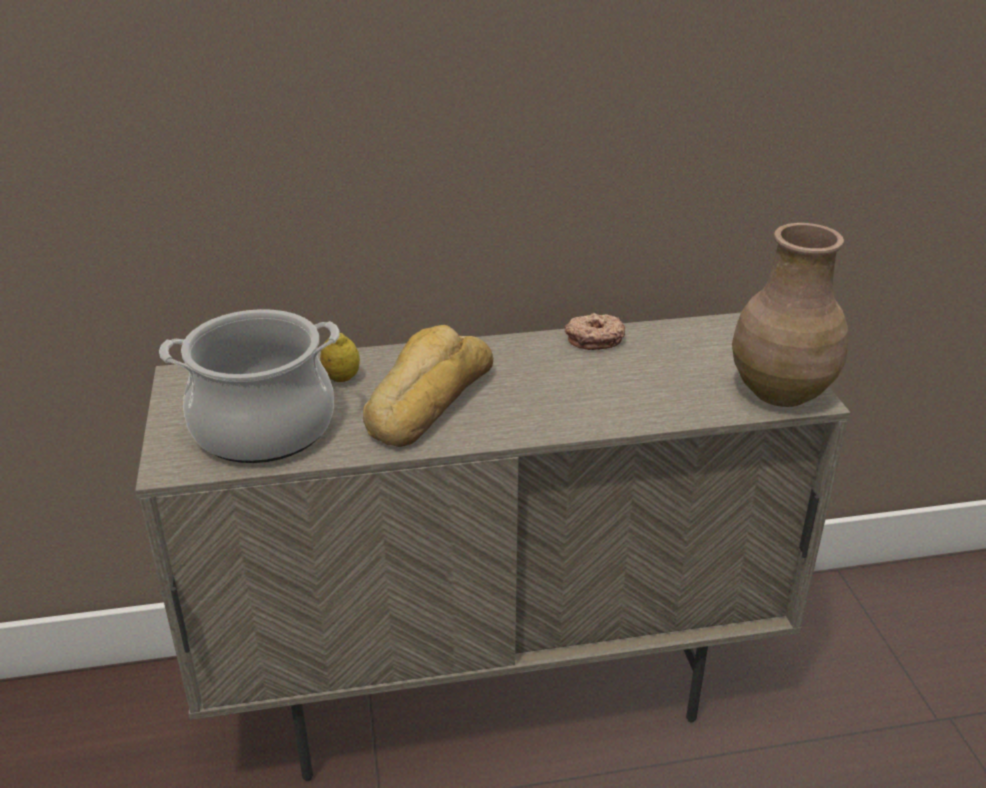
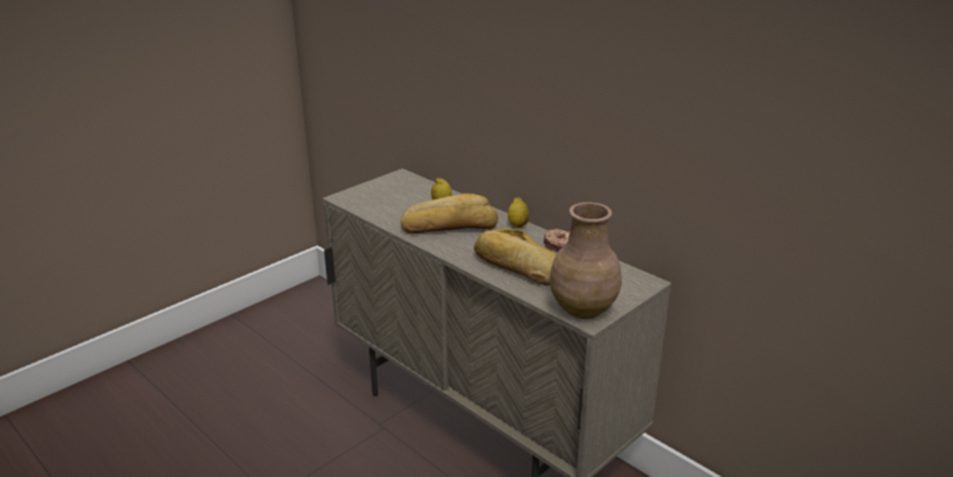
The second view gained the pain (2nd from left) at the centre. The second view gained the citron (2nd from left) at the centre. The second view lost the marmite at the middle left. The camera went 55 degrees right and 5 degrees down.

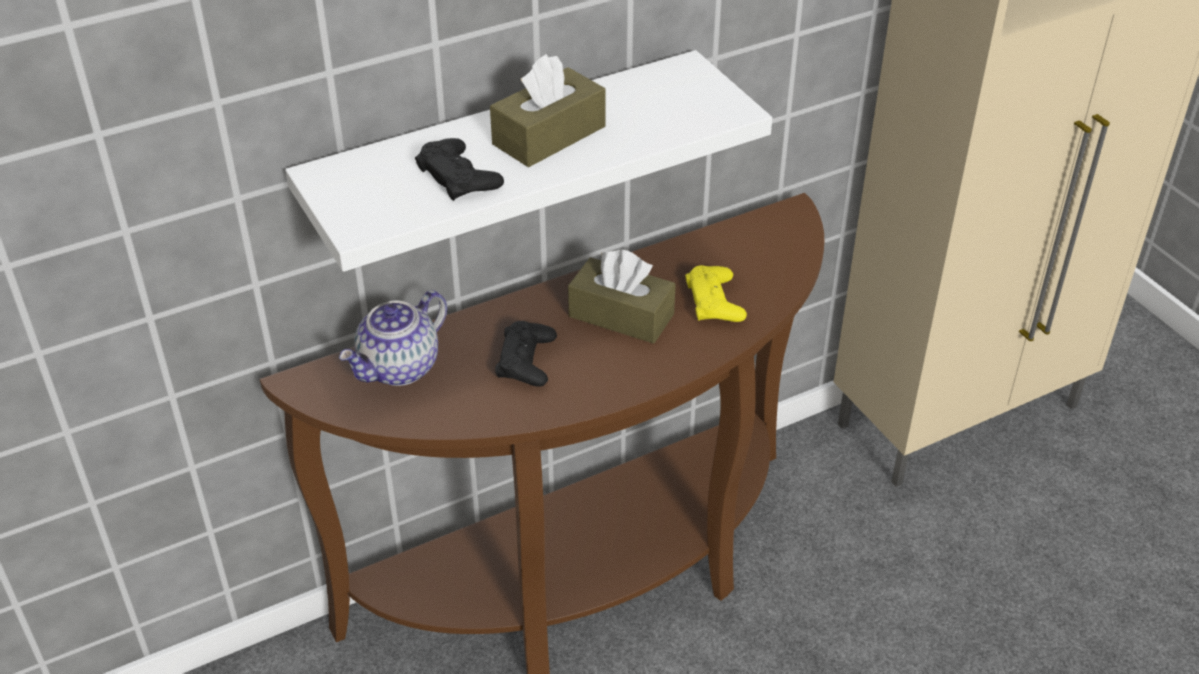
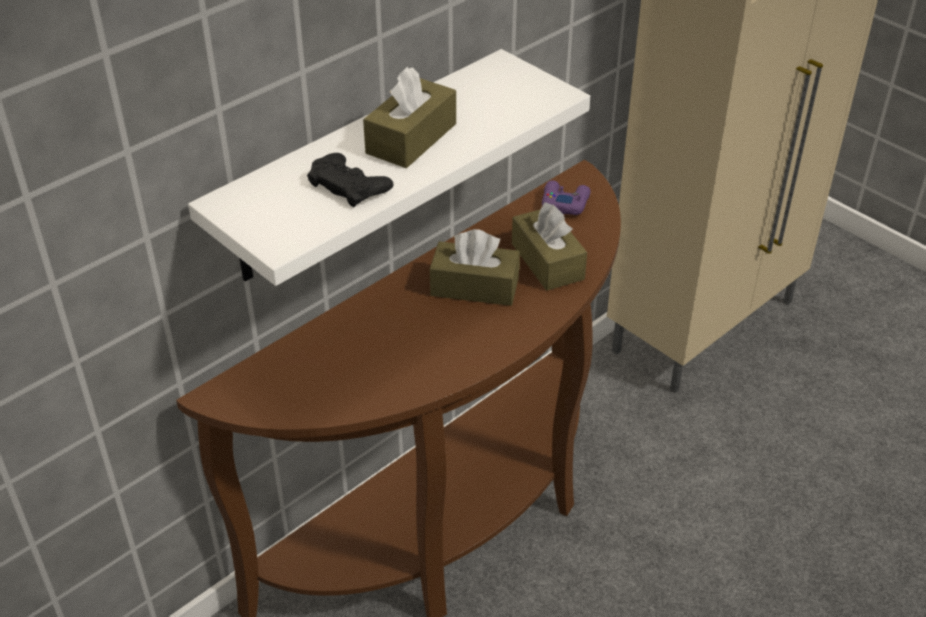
Where the manette/jaune stood at the centre, the boîte à mouchoirs/marron (3rd from left) came to stand at the centre. The second view gained the manette/violet at the top centre. The second view lost the théière at the middle left. The second view lost the manette/noir (2nd from left) at the centre. The camera went 15 degrees left and 0 degrees up.

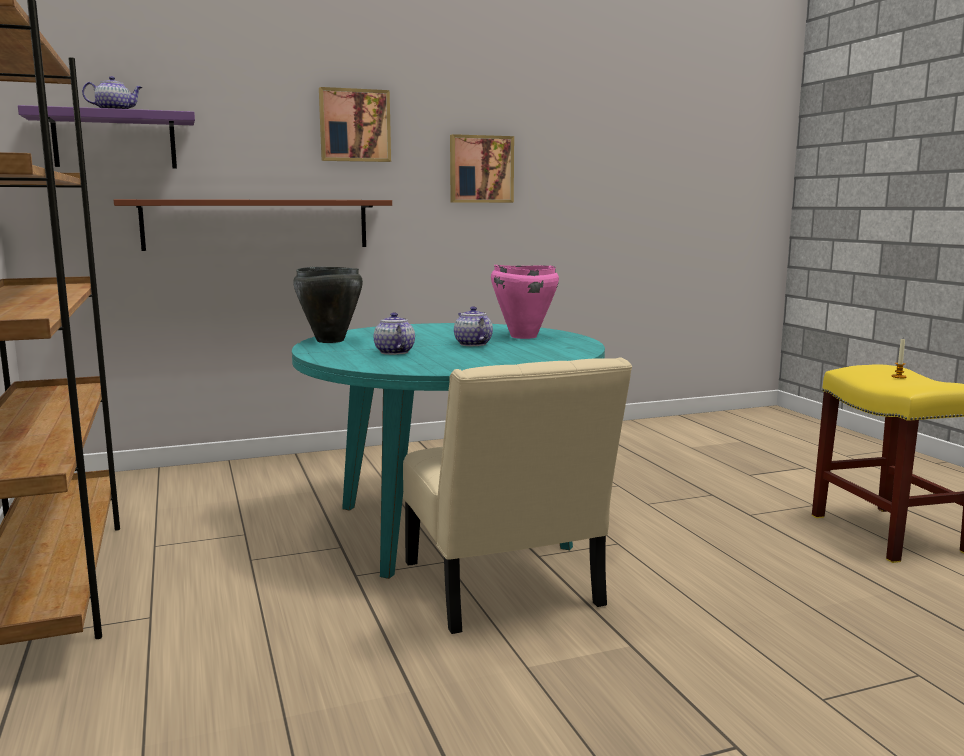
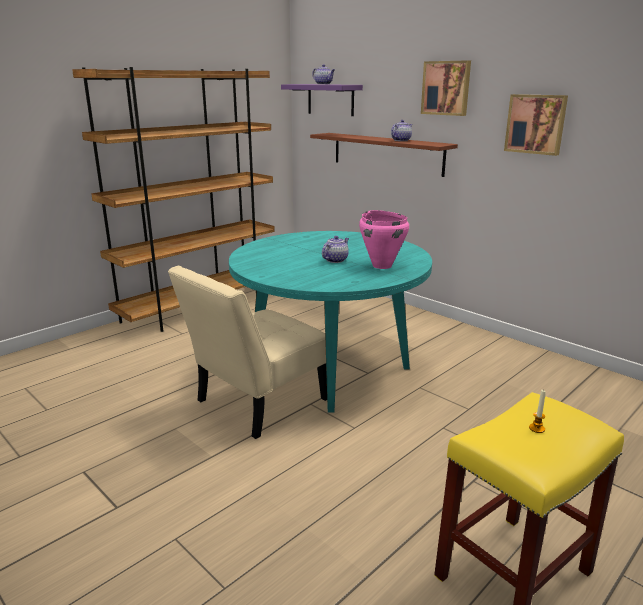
The théière (2nd from left in the first image) ended up elsewhere, having gone from the centre to the top centre. The second view lost the marmite/noir at the centre. The camera went 65 degrees right and 10 degrees up.

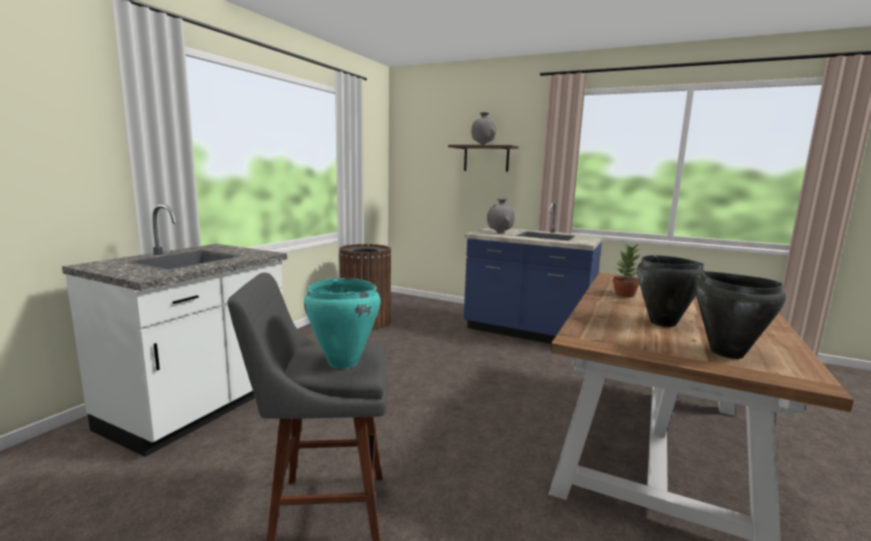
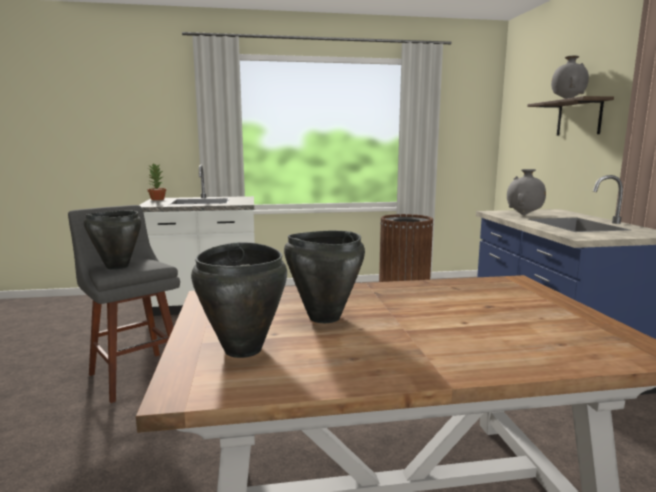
What was the marmite/turquoise at the centre turned into the marmite/noir (1st from left) at the middle left. The plante en pot ended up elsewhere, having gone from the middle right to the middle left. The camera went 55 degrees right and 0 degrees up.

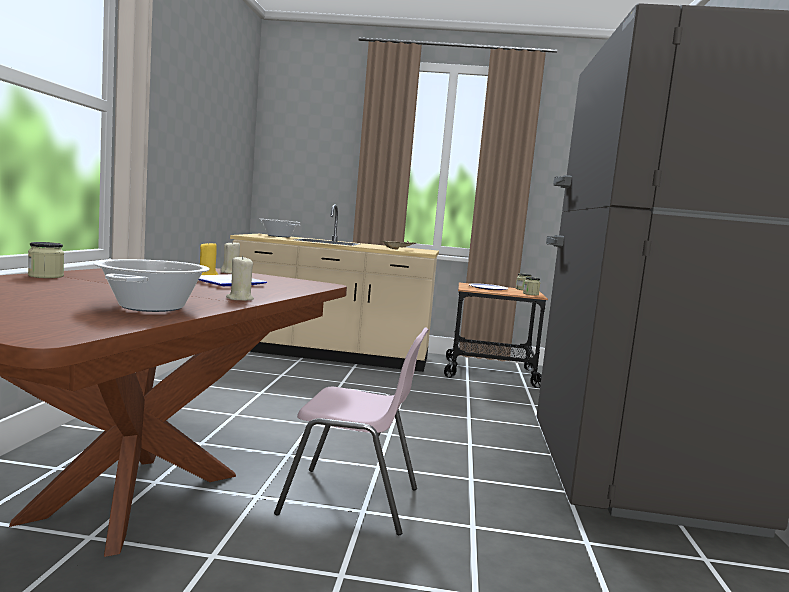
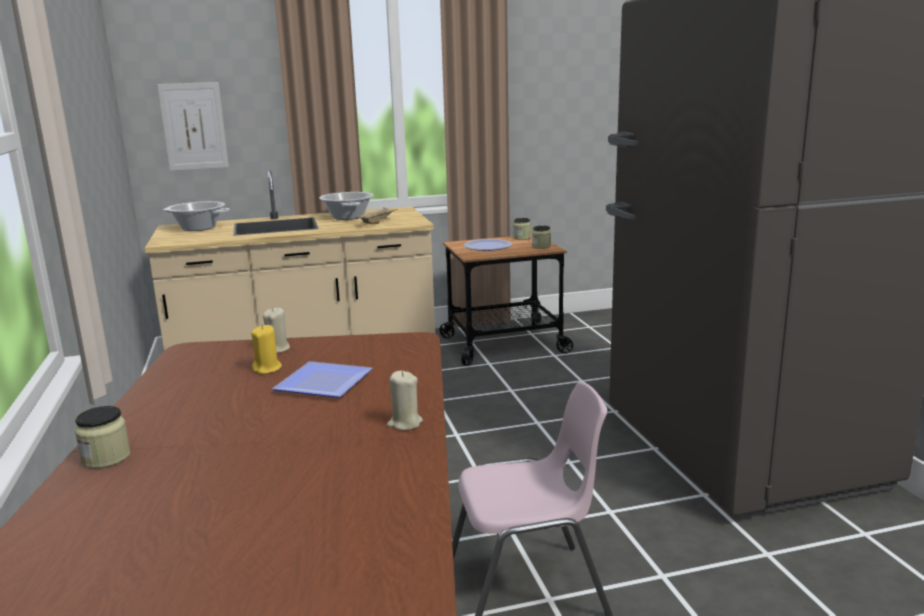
The second view gained the tableau at the top left. The marmite (1st from left in the first image) ended up elsewhere, having gone from the middle left to the centre. The camera went 20 degrees left and 10 degrees up.

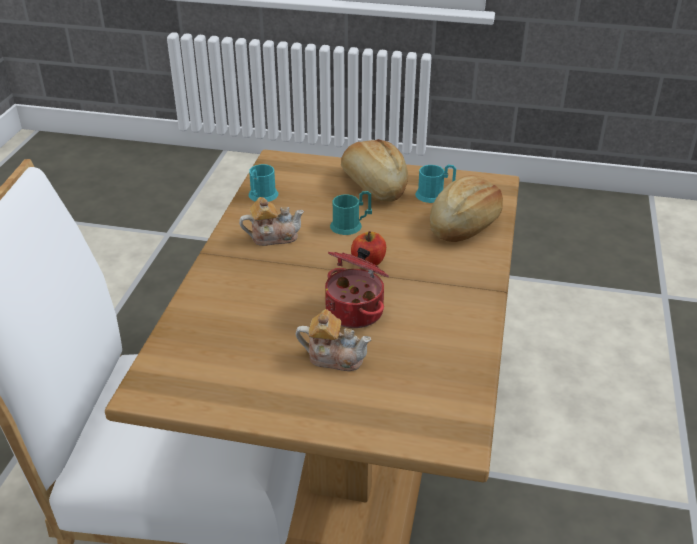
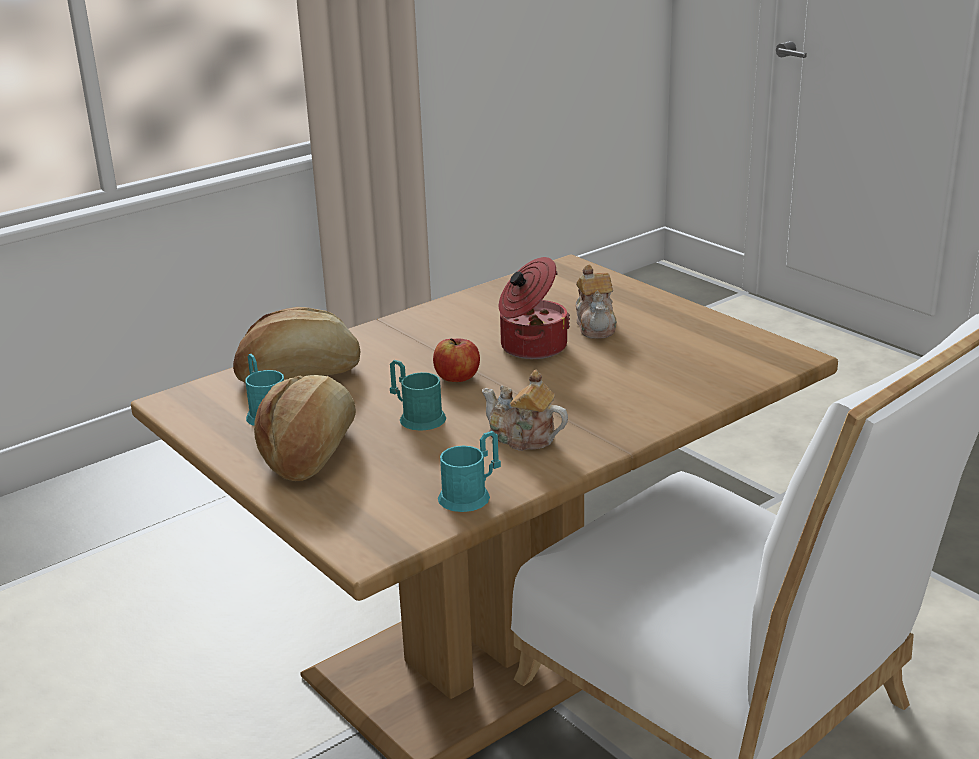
The théière (2nd from left) at the centre ended up facing another way, 150 degrees counterclockwise from before. The camera went 140 degrees left and 10 degrees down.

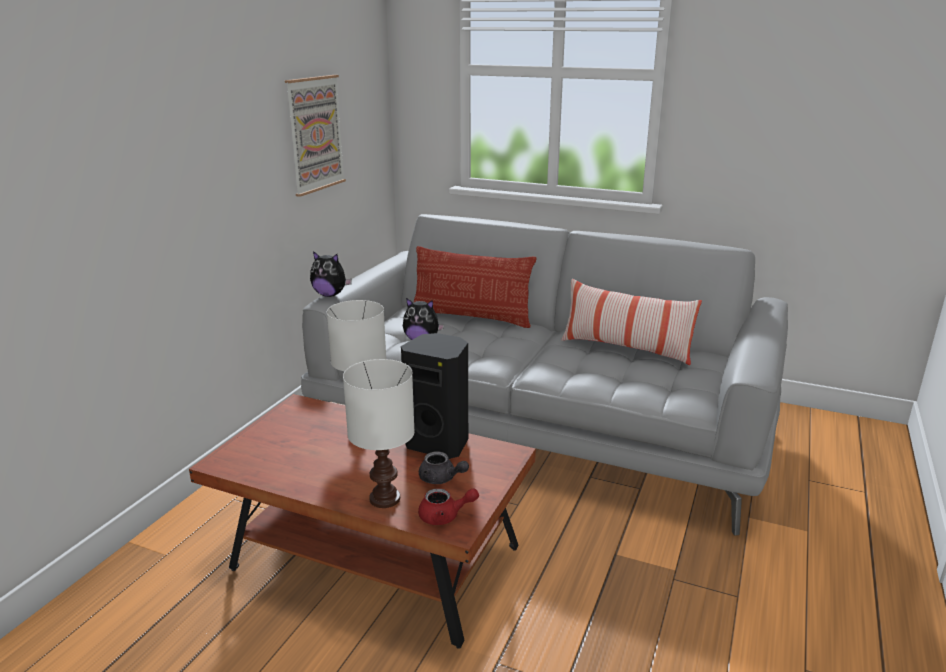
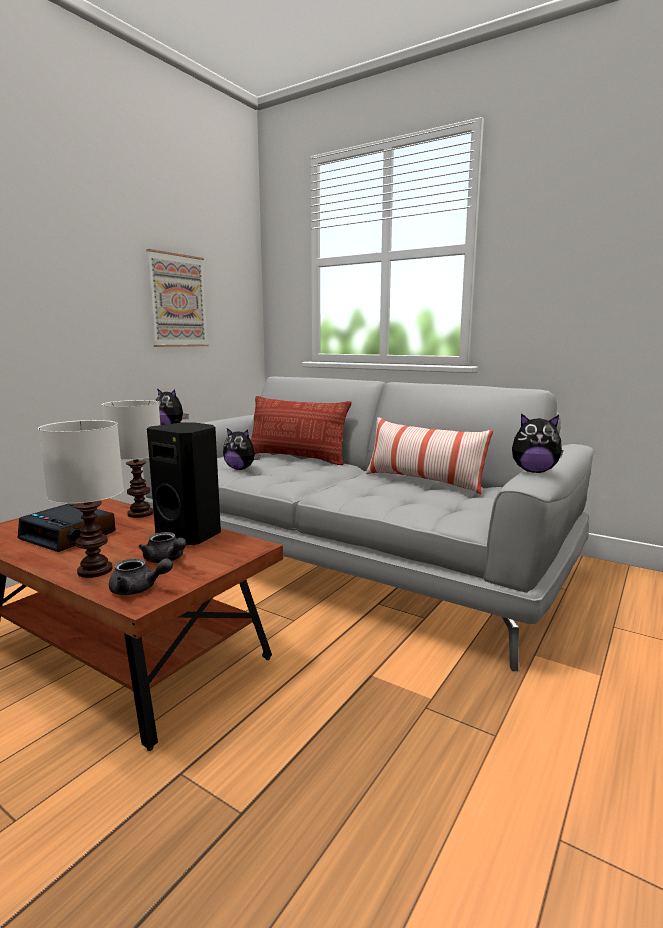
The second view gained the réveil at the middle left. What was the théière/rouge at the bottom centre turned into the théière/gris (1st from left) at the middle left. The second view gained the peluche (3rd from left) at the middle right. The camera went 10 degrees right and 10 degrees down.

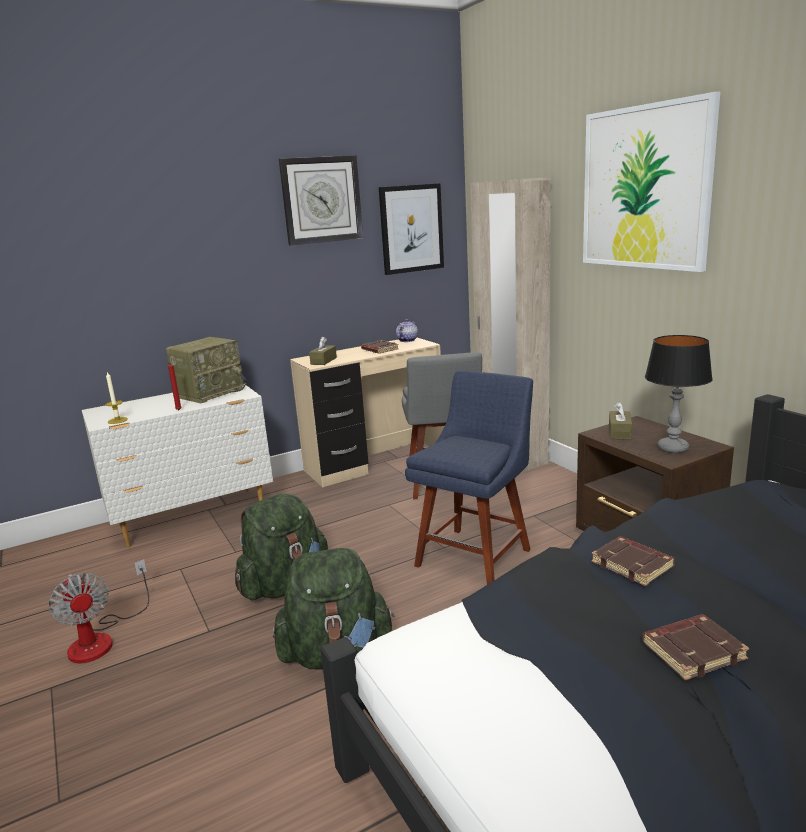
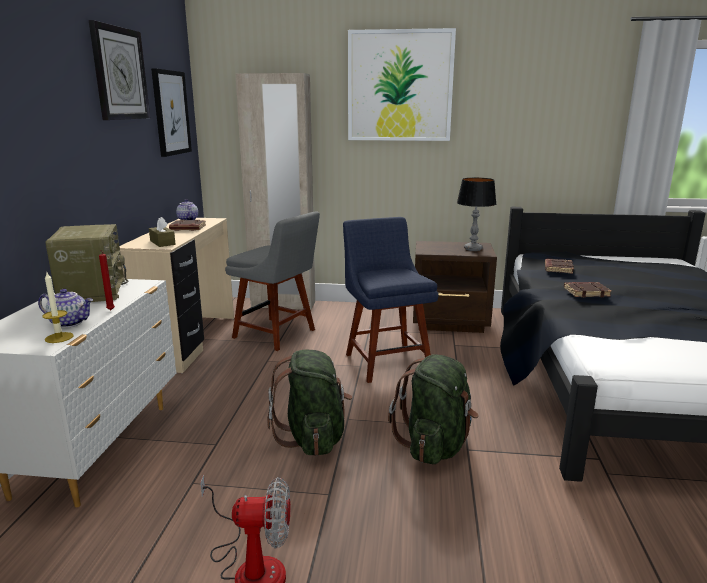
The second view gained the théière (1st from left) at the middle left. The livre/marron (3rd from left in the first image) ended up elsewhere, having gone from the bottom right to the middle right. The second view lost the boîte à mouchoirs/marron (2nd from left) at the middle right. The camera went 55 degrees left and 0 degrees up.

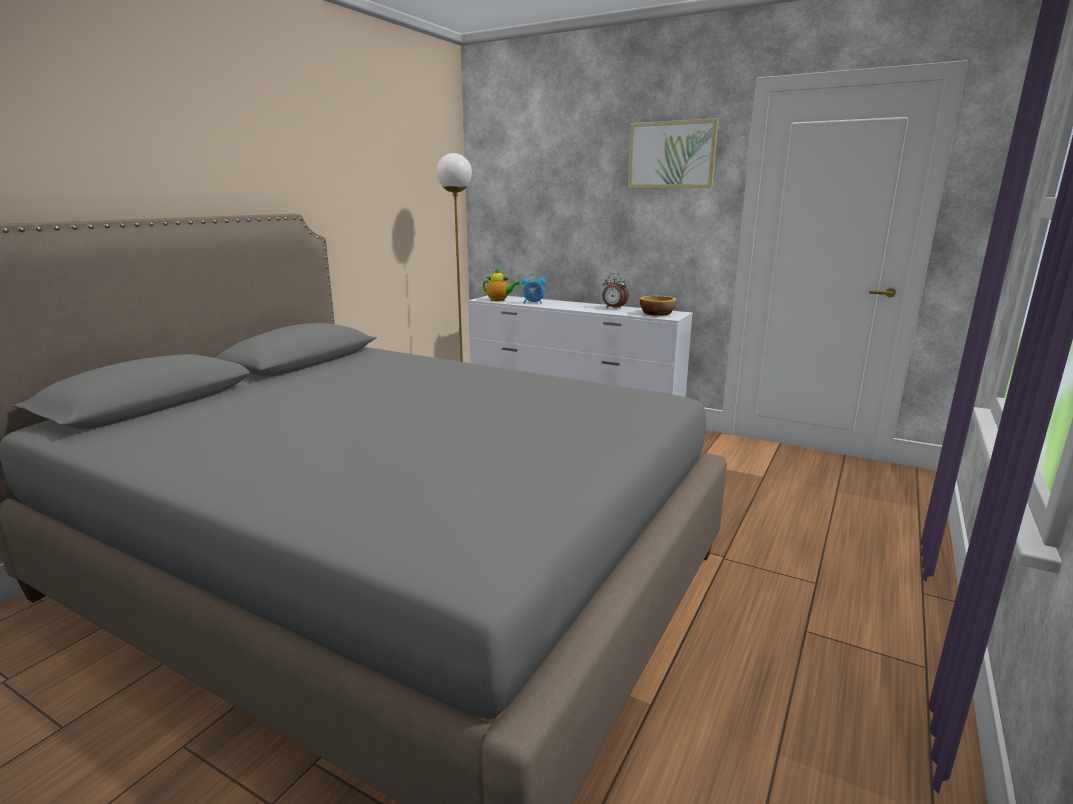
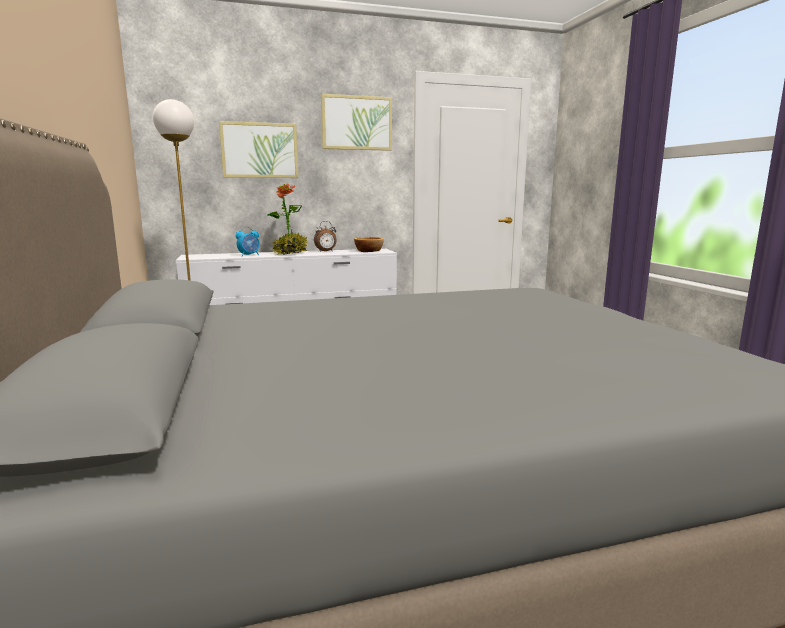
The second view gained the tableau (1st from left) at the top left. The second view gained the plante en pot at the centre. The second view lost the théière at the centre. The camera went 45 degrees left and 5 degrees down.

